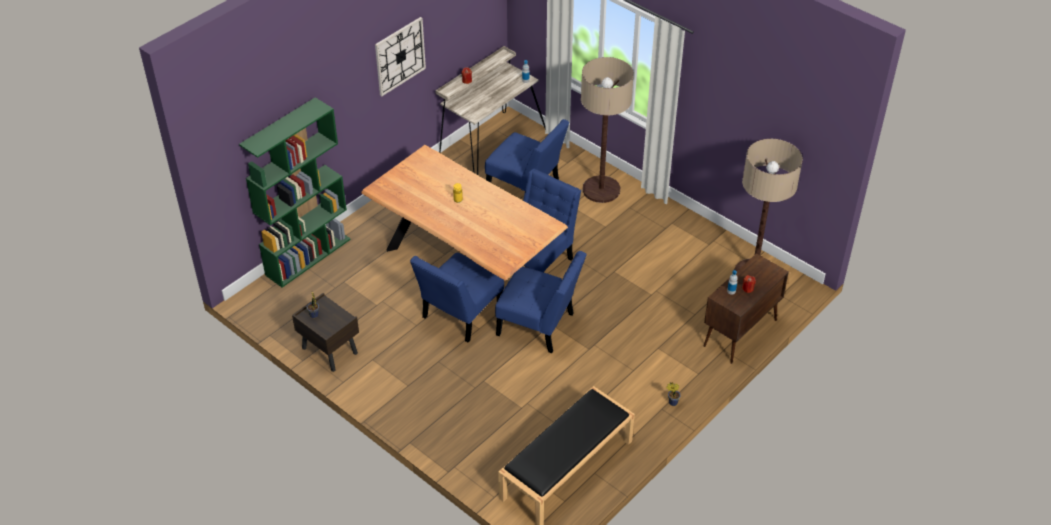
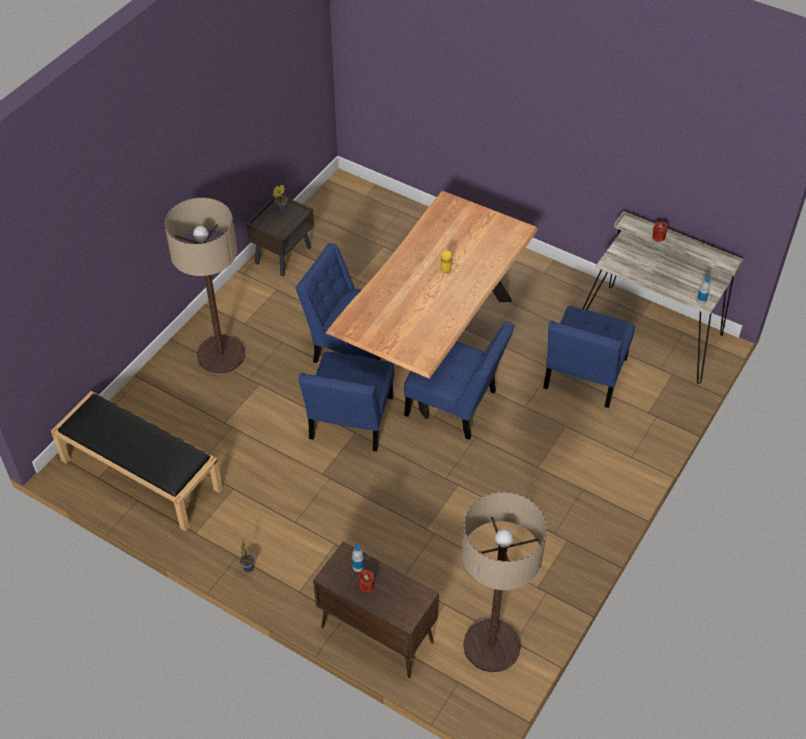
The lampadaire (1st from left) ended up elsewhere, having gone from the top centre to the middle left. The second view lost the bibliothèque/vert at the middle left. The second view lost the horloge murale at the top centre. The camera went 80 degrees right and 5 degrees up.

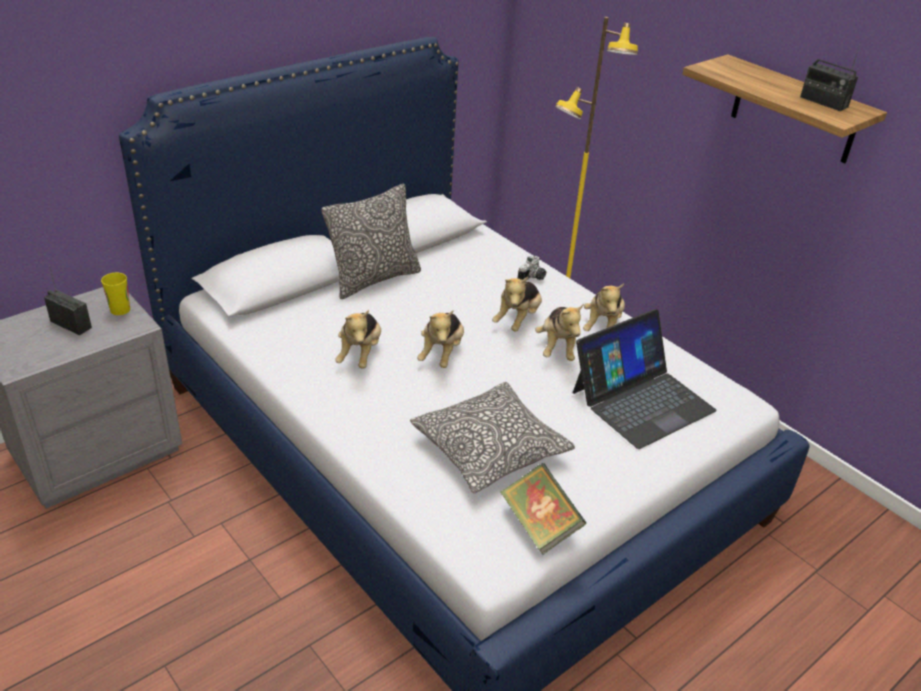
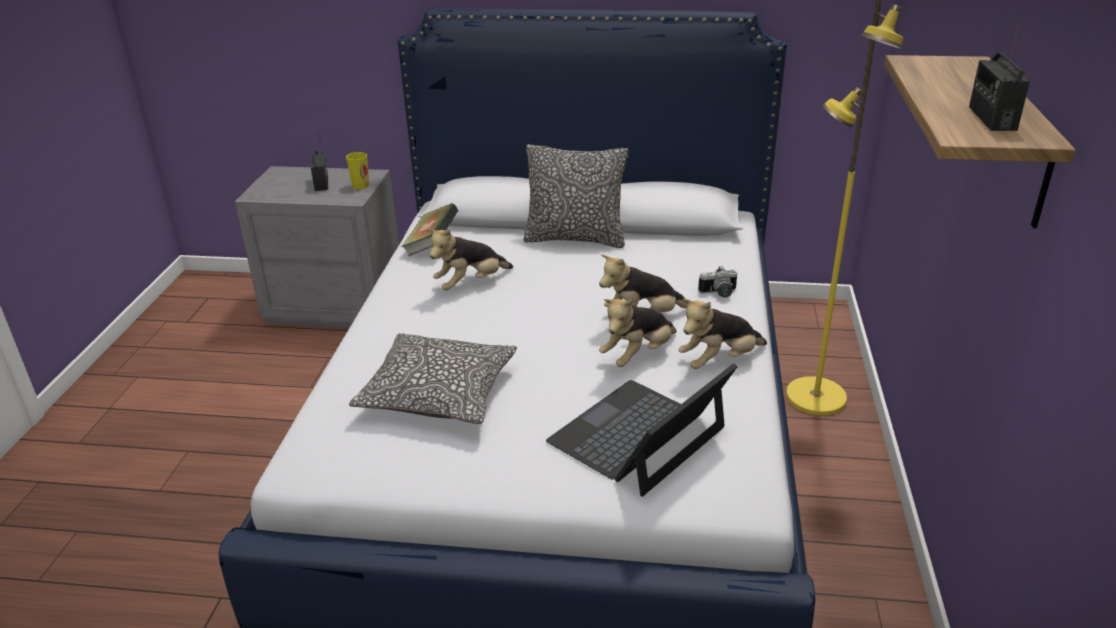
The livre ended up elsewhere, having gone from the bottom centre to the centre. The ordinateur portable at the middle right ended up facing another way, 120 degrees clockwise from before. The second view lost the peluche (2nd from left) at the centre. The camera went 50 degrees right and 5 degrees down.

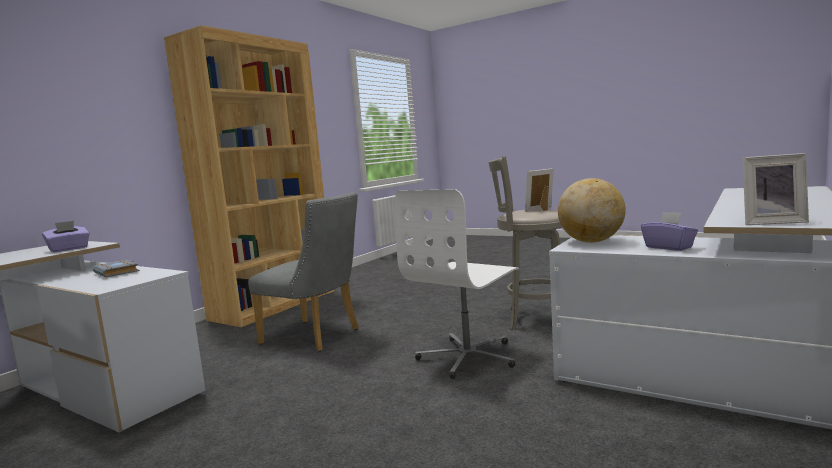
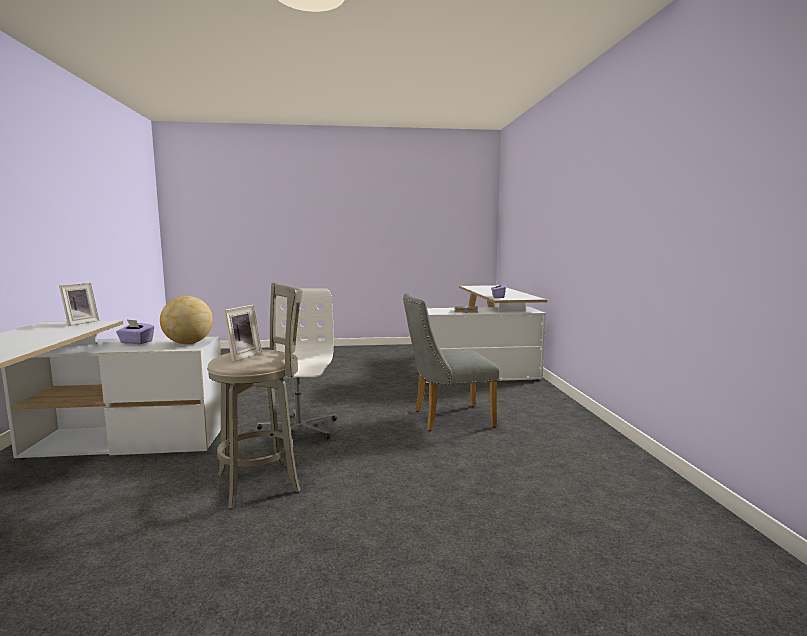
The cadre photo (2nd from left in the first image) at the middle right ended up facing another way, 135 degrees clockwise from before. The second view lost the bibliothèque/marron at the middle left. The camera went 140 degrees right and 0 degrees up.

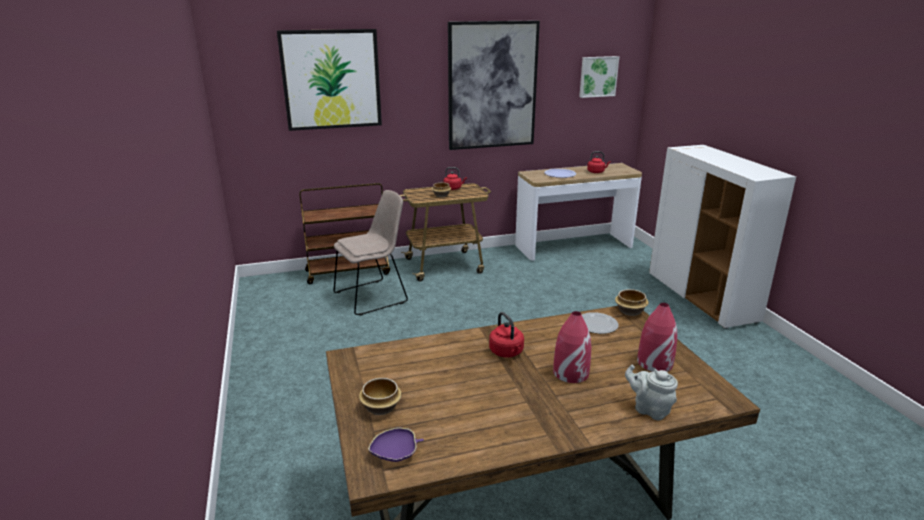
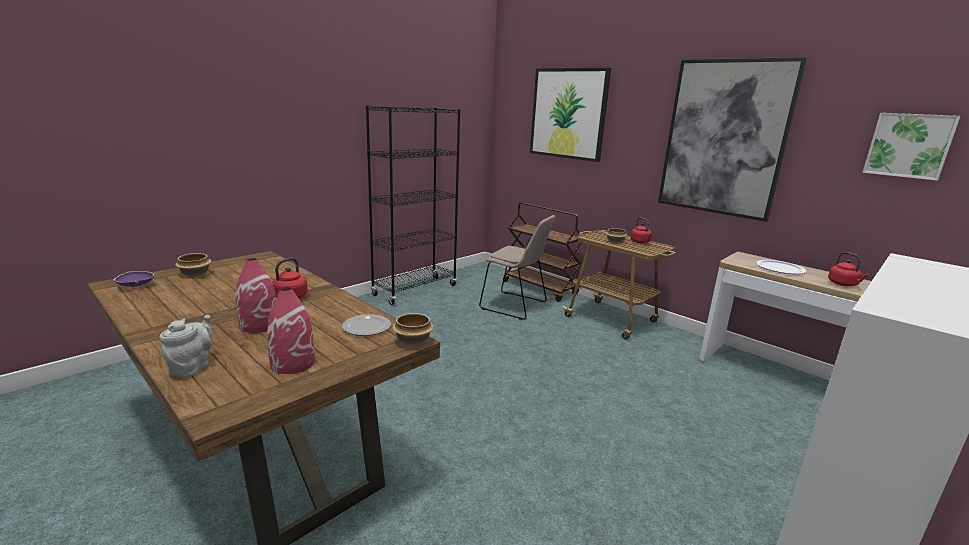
The second view gained the bibliothèque/noir at the centre. The camera went 60 degrees right and 5 degrees down.

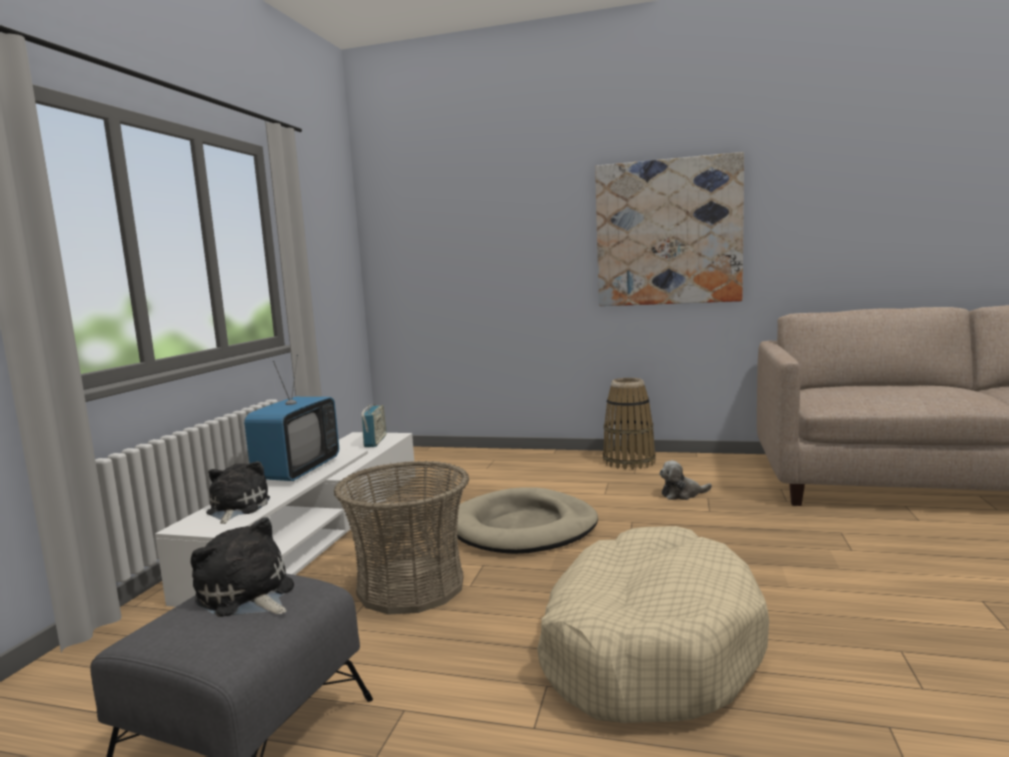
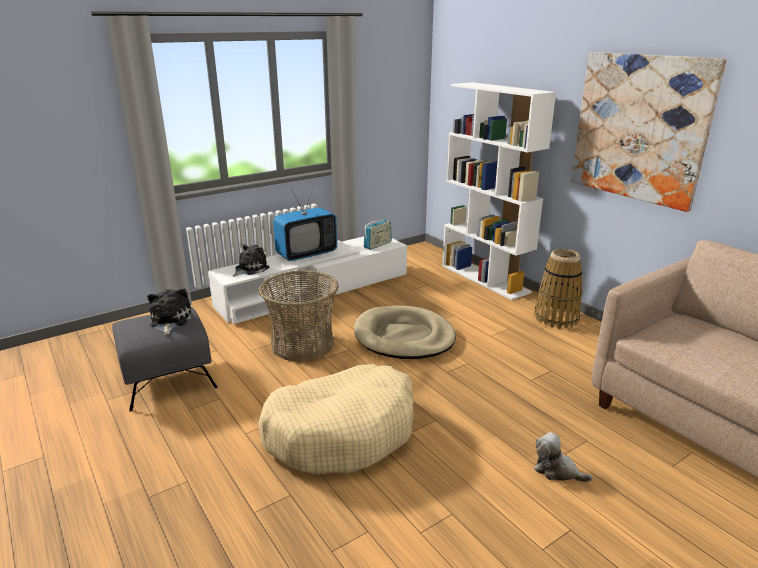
The second view gained the bibliothèque/blanc at the centre. The peluche (3rd from left) ended up elsewhere, having gone from the middle right to the bottom right. The camera went 40 degrees right and 15 degrees up.

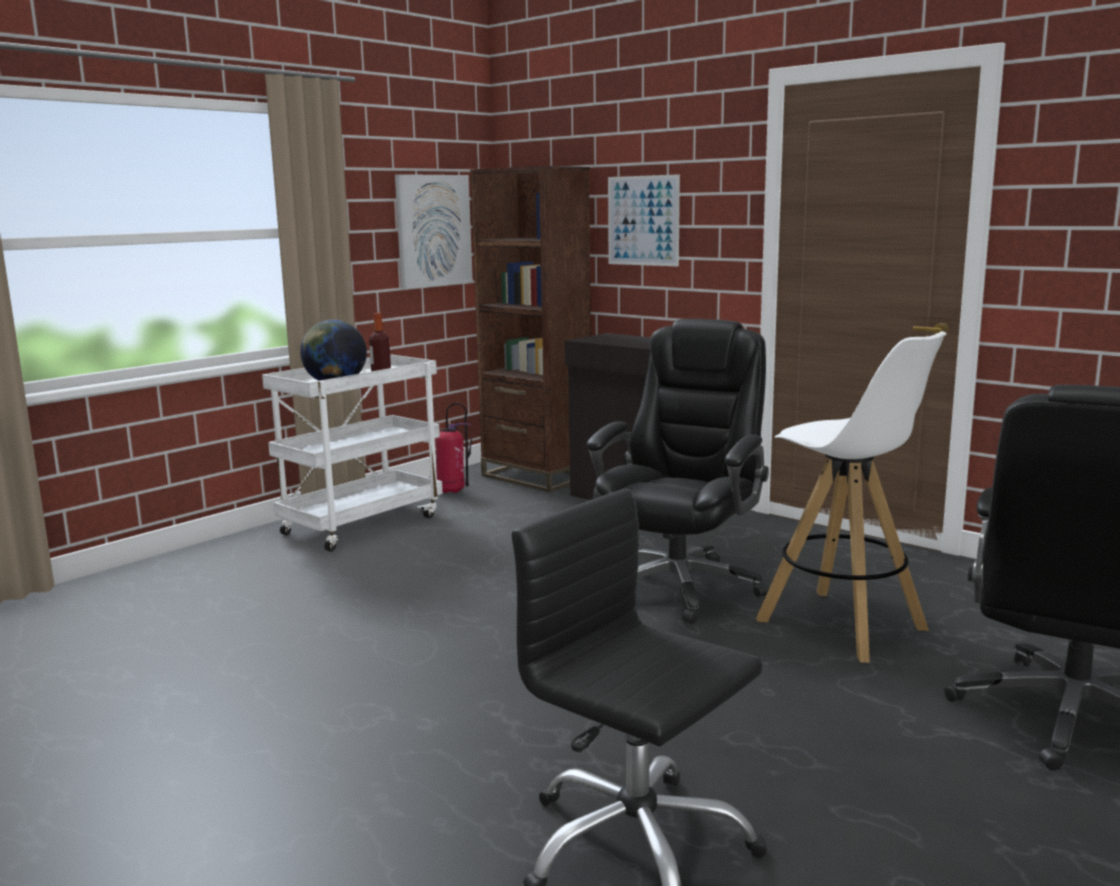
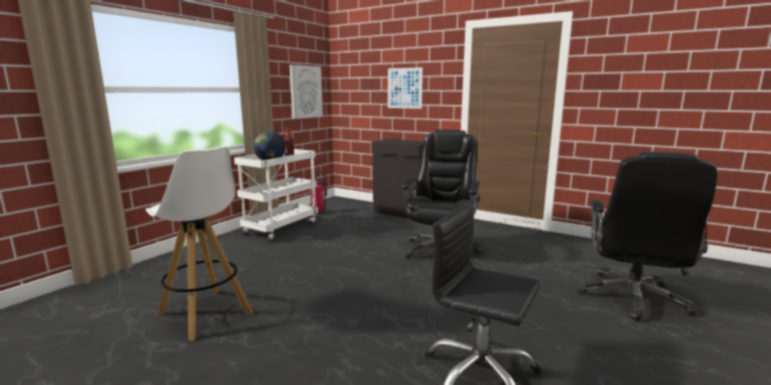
The tabouret/blanc ended up elsewhere, having gone from the middle right to the middle left. The second view lost the bibliothèque/marron at the centre. The camera went 10 degrees left and 0 degrees up.

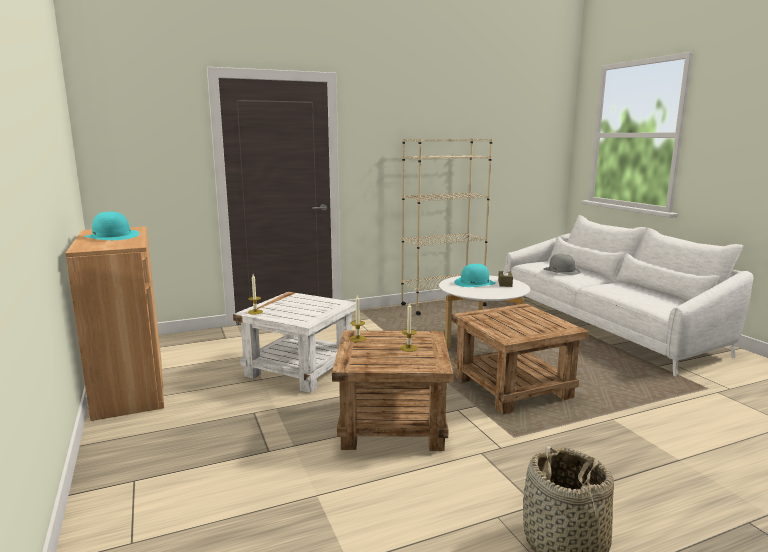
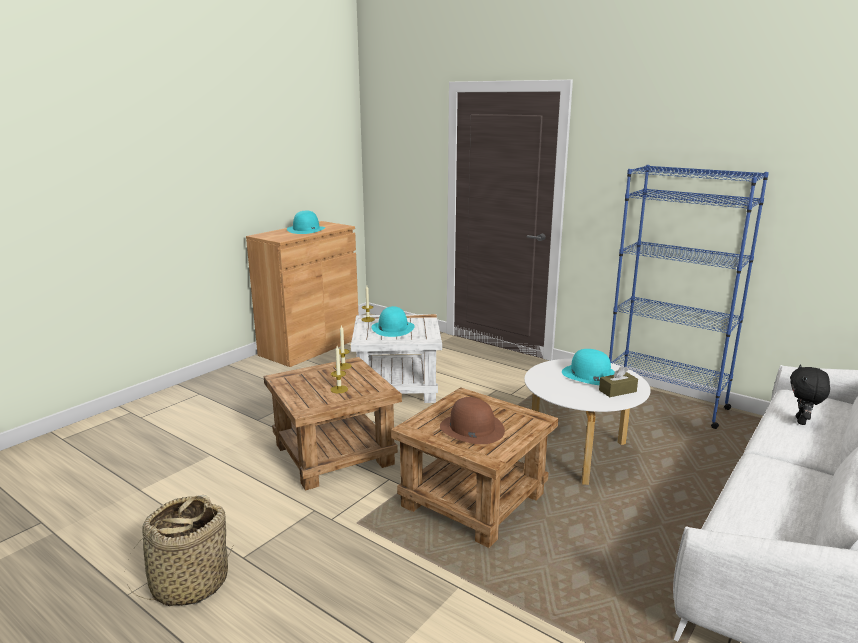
The second view gained the chapeau/turquoise (2nd from left) at the centre. The second view gained the chapeau/marron at the centre. What was the bibliothèque/beige at the centre turned into the bibliothèque/bleu at the middle right. Where the chapeau/gris stood at the middle right, the peluche/noir came to stand at the middle right. The camera went 60 degrees right and 5 degrees up.

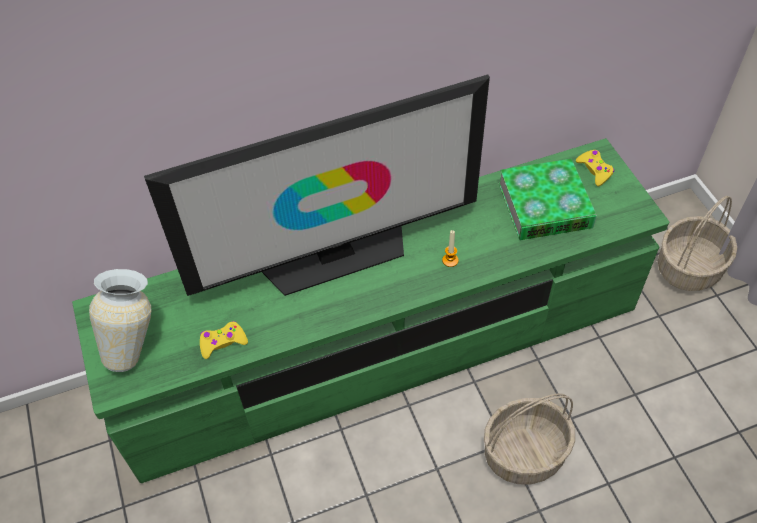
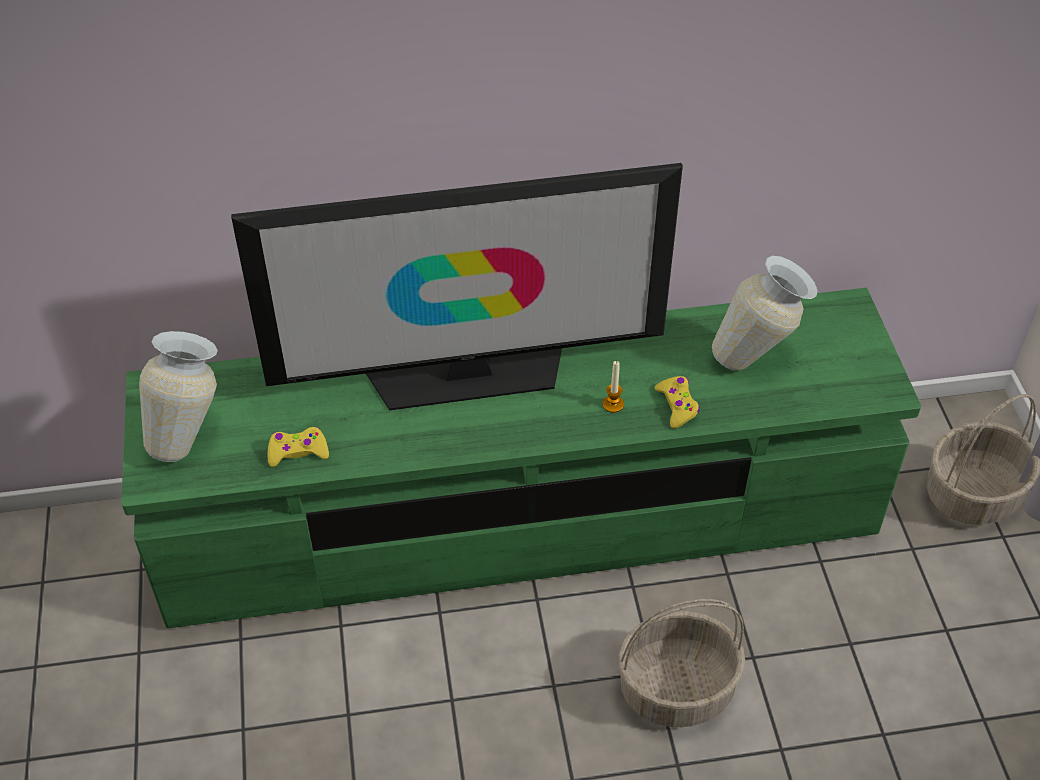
The manette/jaune (2nd from left) ended up elsewhere, having gone from the top right to the centre. Where the livre stood at the middle right, the vase (2nd from left) came to stand at the middle right. The camera went 10 degrees right and 5 degrees down.

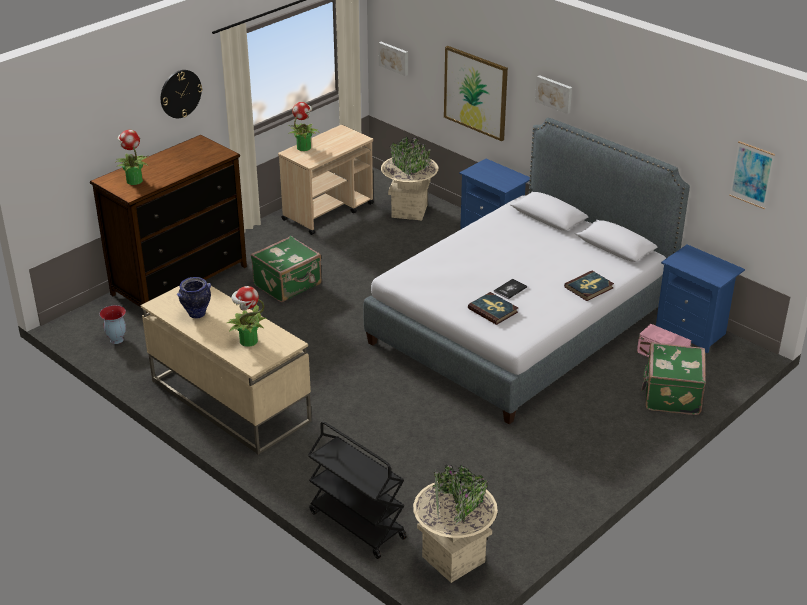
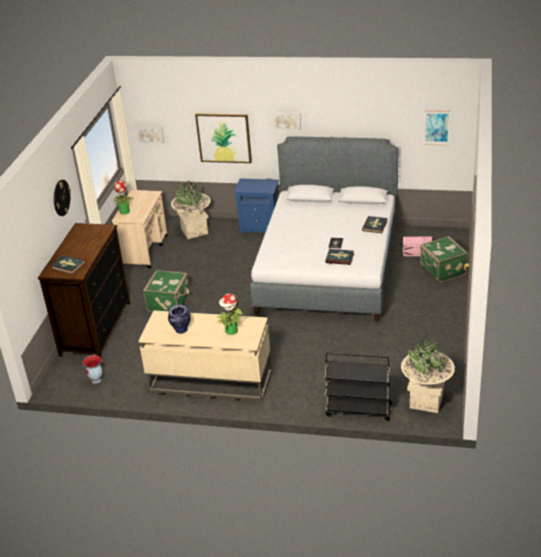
Where the plante en pot (1st from left) stood at the top left, the livre (1st from left) came to stand at the middle left. The second view lost the table de chevet/bleu (2nd from left) at the middle right. The camera went 30 degrees left and 0 degrees up.

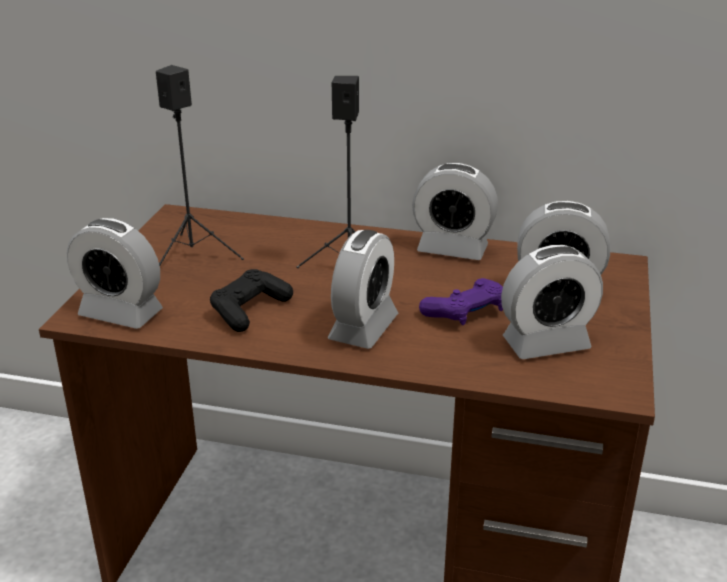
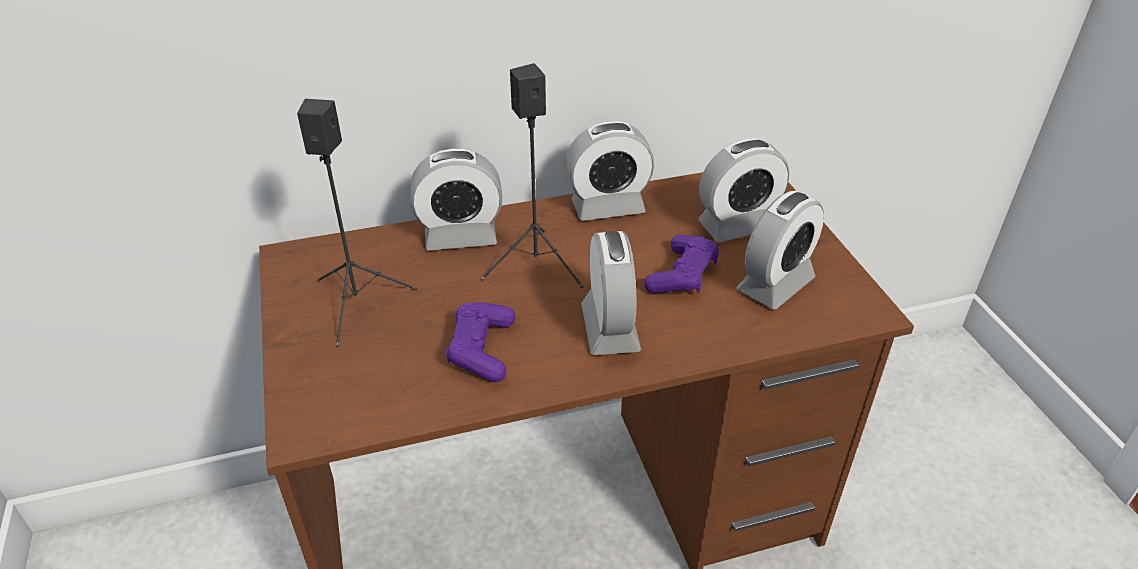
The réveil (1st from left) ended up elsewhere, having gone from the middle left to the centre. What was the manette/noir at the centre turned into the manette/violet (1st from left) at the centre. The camera went 30 degrees left and 10 degrees up.

